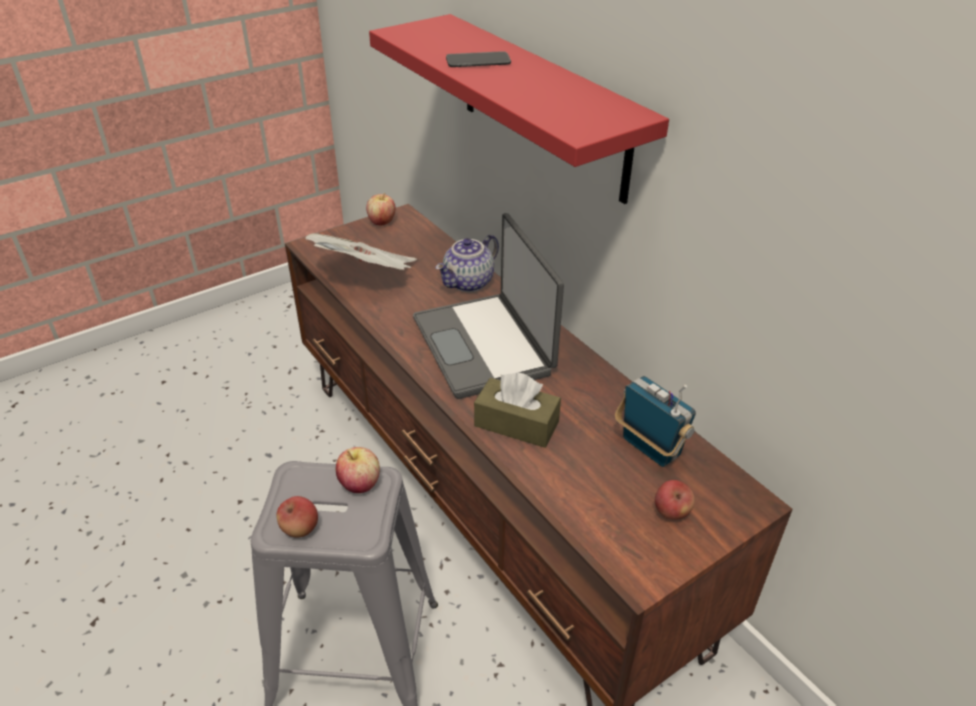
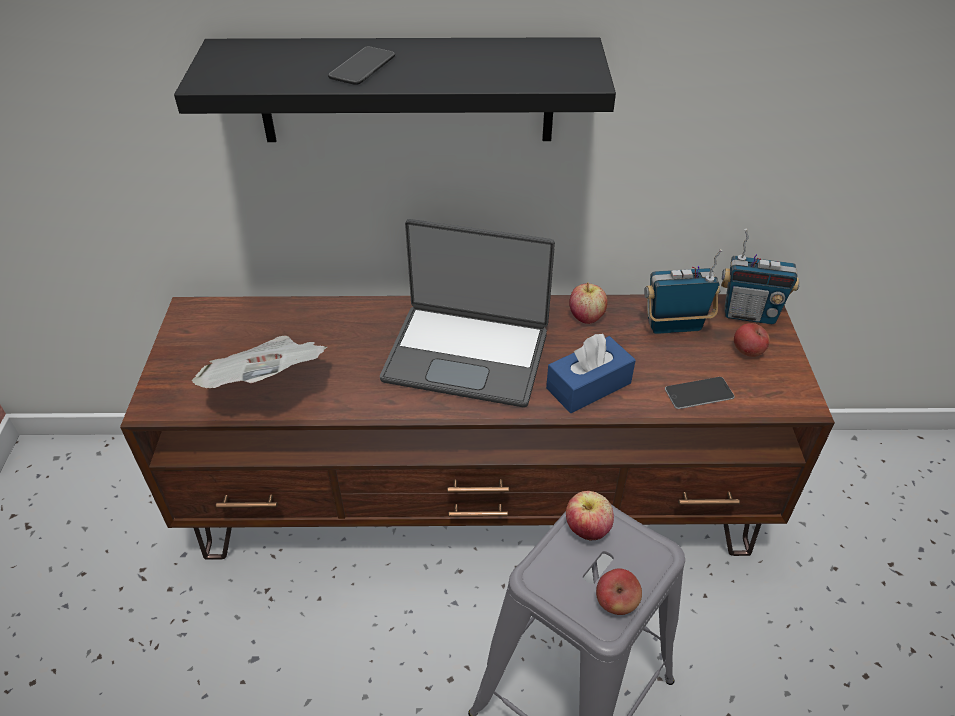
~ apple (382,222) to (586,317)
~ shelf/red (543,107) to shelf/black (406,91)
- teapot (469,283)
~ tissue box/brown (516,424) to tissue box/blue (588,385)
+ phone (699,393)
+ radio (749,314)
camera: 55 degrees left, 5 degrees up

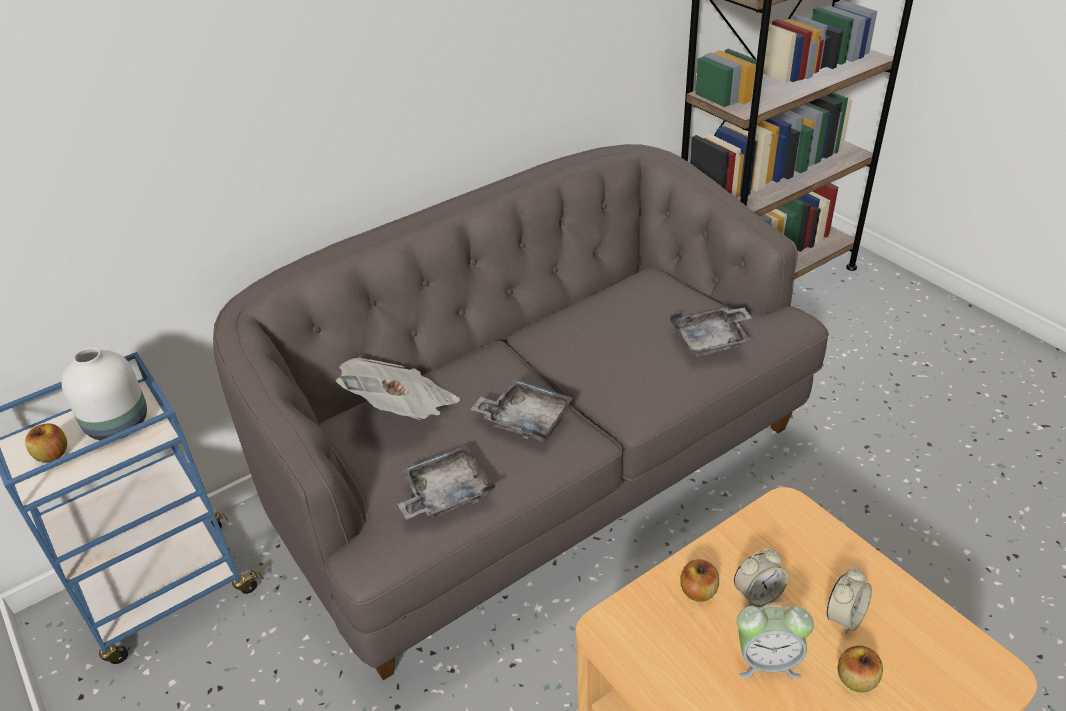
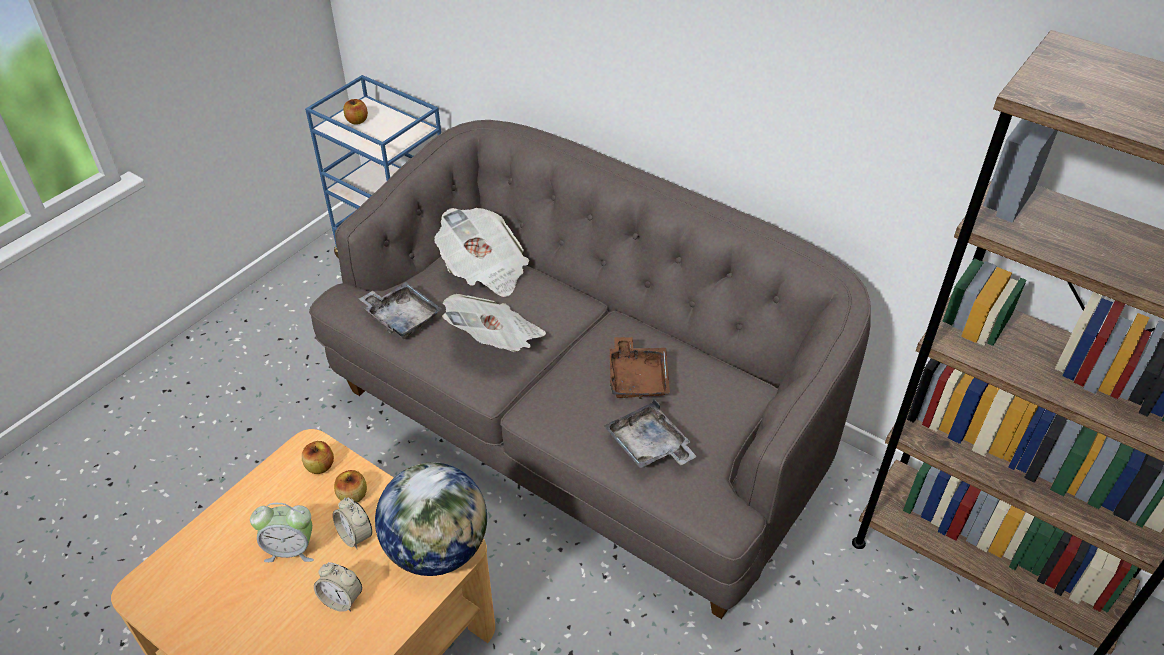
- vase/white (116,425)
~ tray/grey (525,419) to newspaper (496,341)
~ alarm clock (767,661) = (291,549) 75 degrees counterclockwise
~ apple (856,680) to (320,466)
+ globe (437,549)
+ tray/brown (637,378)
camera: 70 degrees right, 5 degrees up

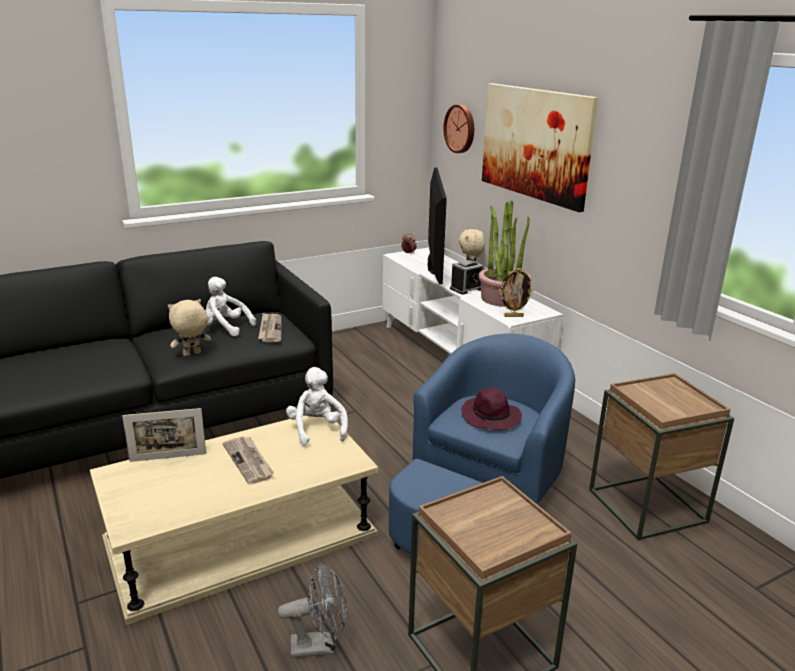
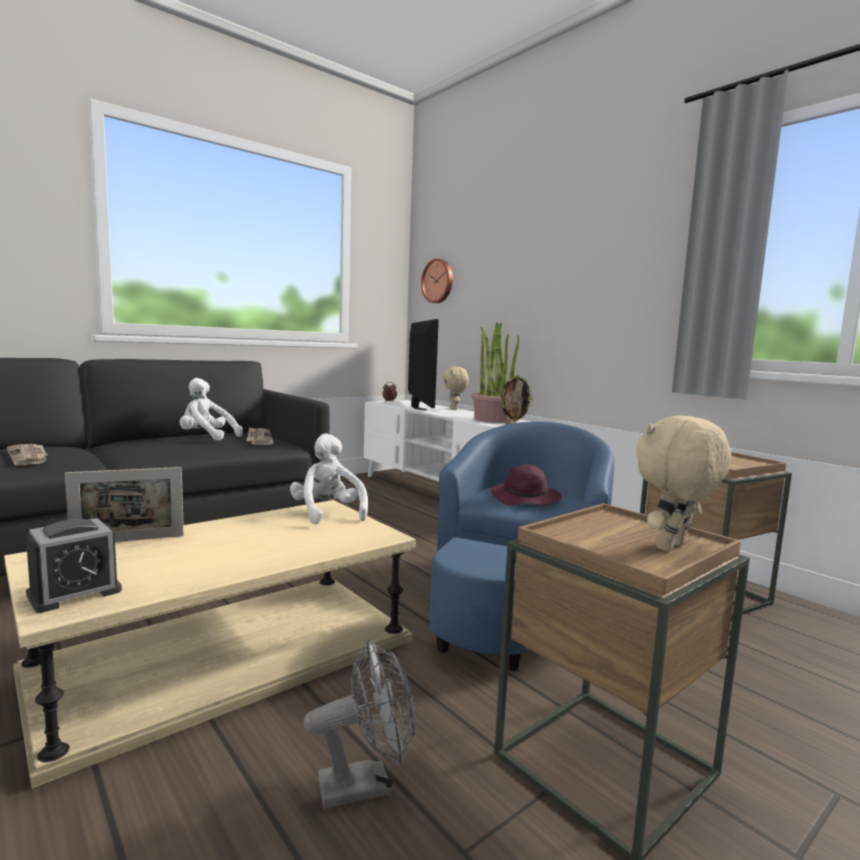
~ plush toy/beige (192,354) to (673,547)
~ newspaper (249,461) to (29,456)
~ alarm clock (466,289) to (74,593)
- picture (535,143)
camera: 10 degrees left, 15 degrees down

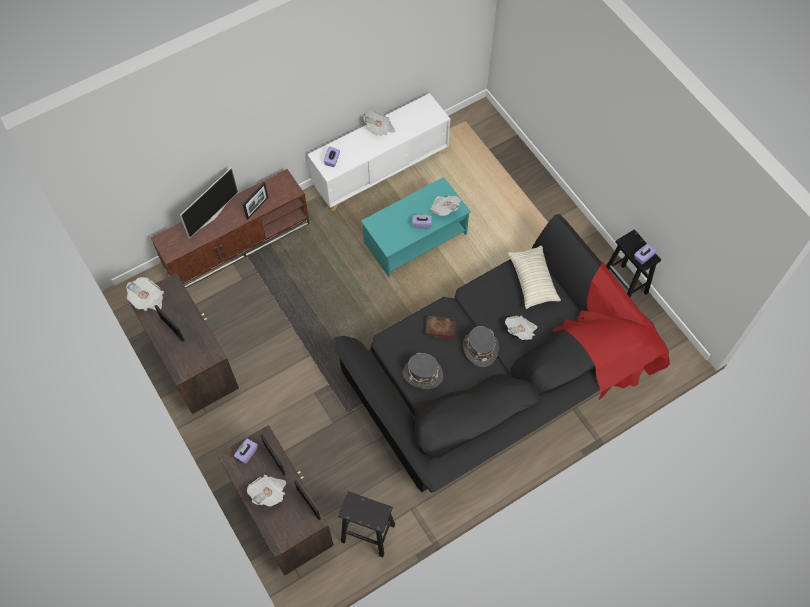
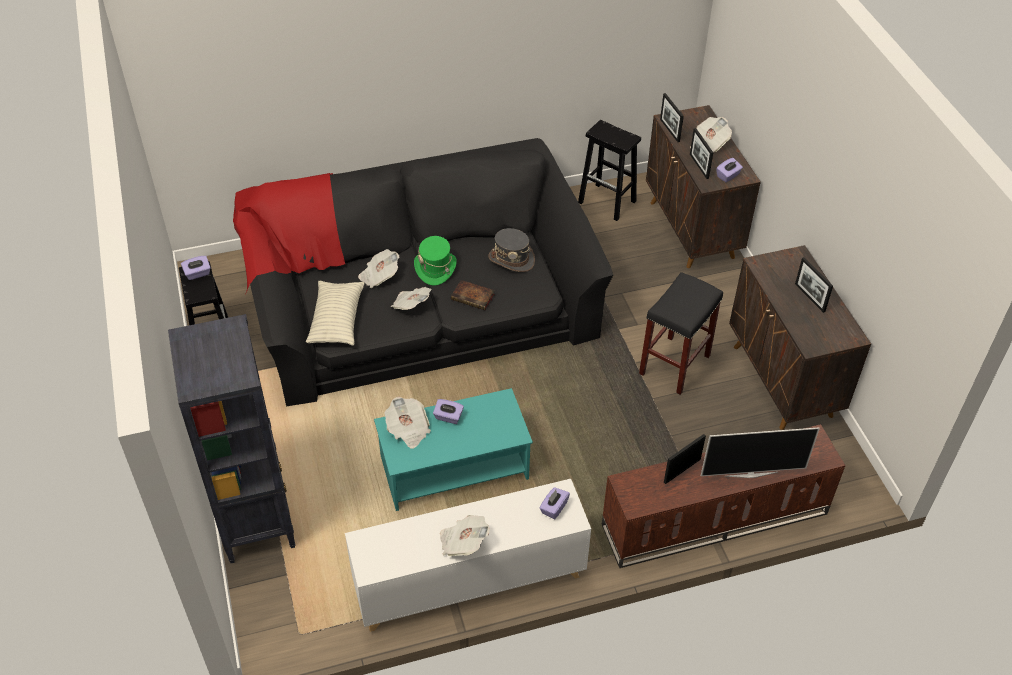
~ newspaper (148,299) to (411,305)
~ television (212,216) = (750,473) 150 degrees counterclockwise
~ hat/grey (480,349) to hat/green (435,268)
+ bookcase/black (257,520)
+ stool/black (674,365)
camera: 165 degrees left, 15 degrees down

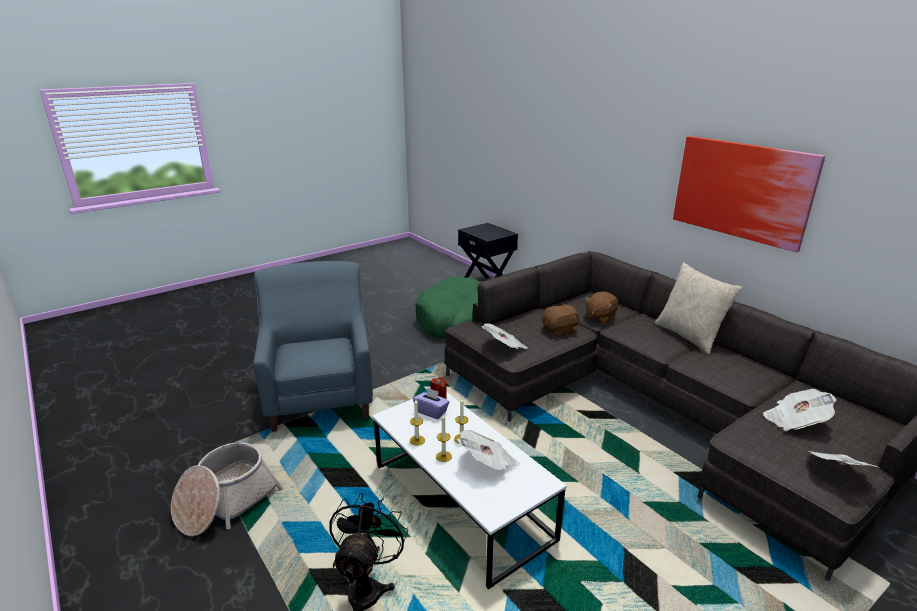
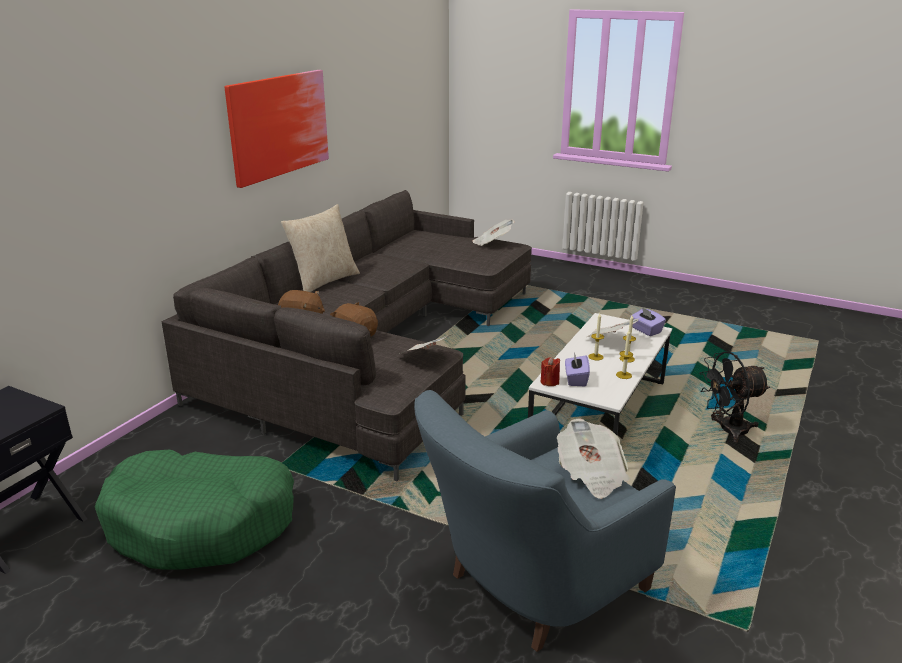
- basket (226,502)
~ newspaper (794,421) to (591,475)
+ tissue box/purple (646,330)
camera: 115 degrees left, 0 degrees up

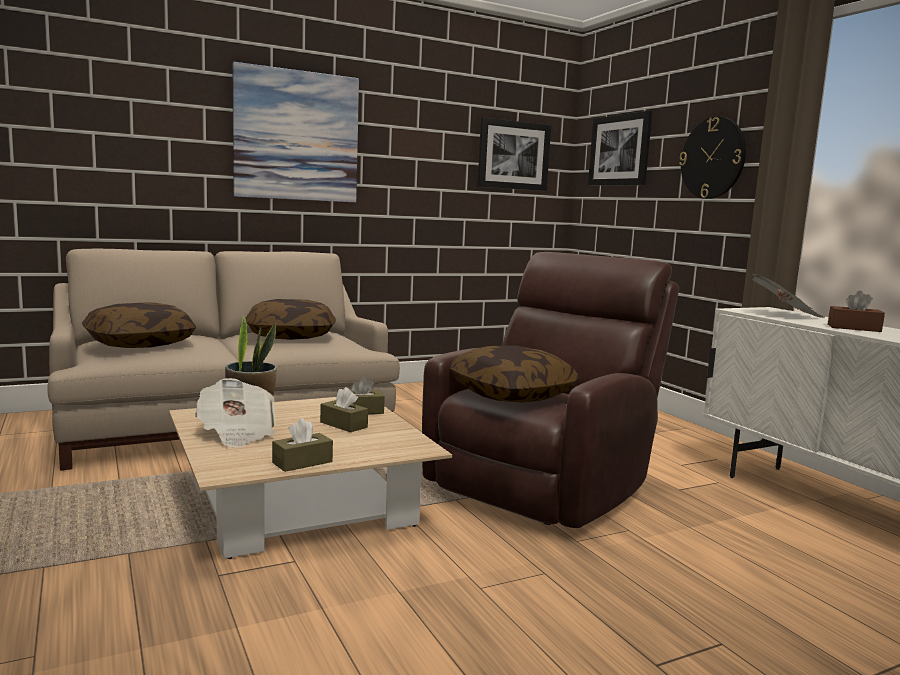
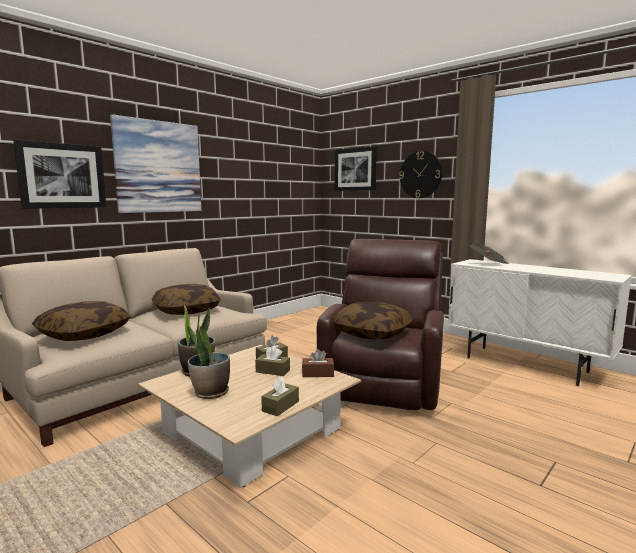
~ newspaper (237,434) to potted plant (210,393)
~ picture (513,155) to (62,176)
~ tissue box/brown (854,328) to (318,373)
camera: 20 degrees left, 0 degrees up

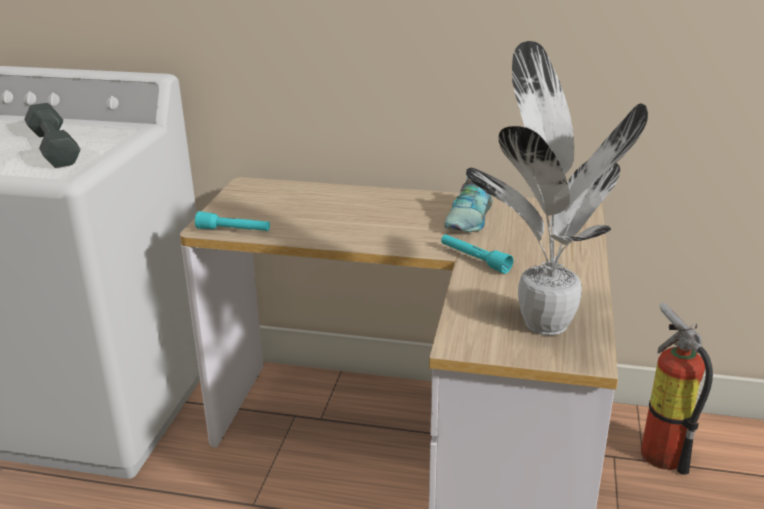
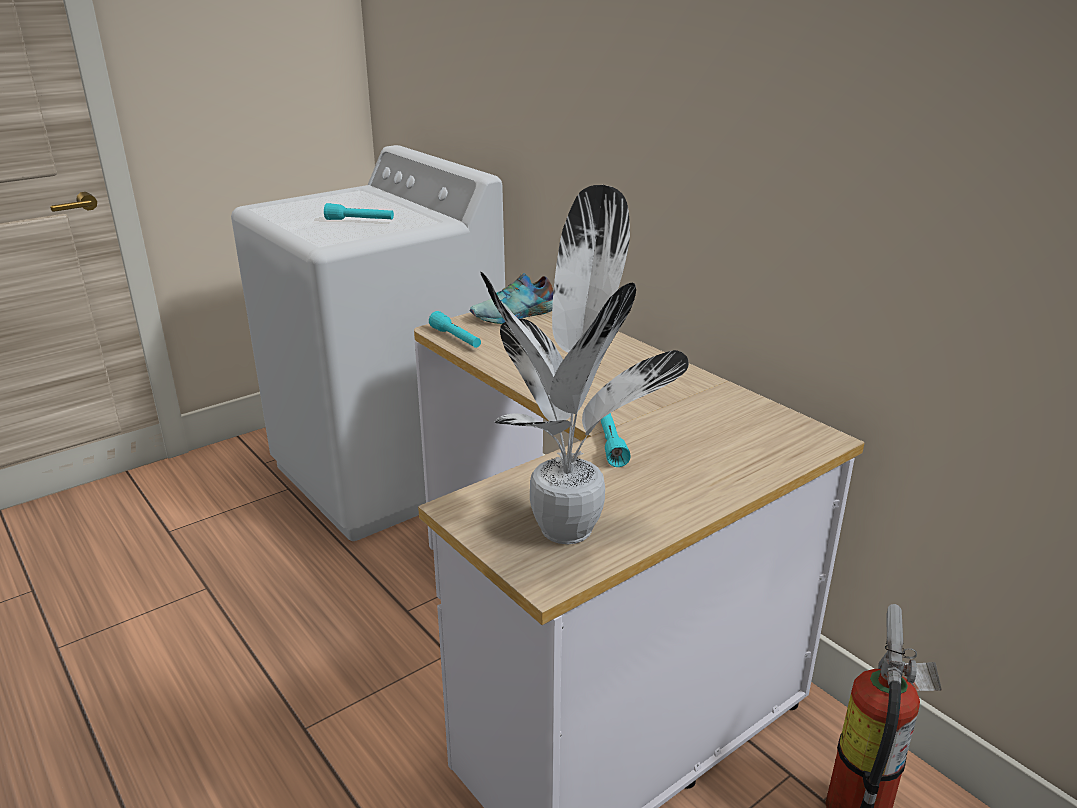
~ dumbbell/grey (54,147) to flashlight/turquoise (360,221)
~ shoe (471,218) to (515,315)
camera: 40 degrees right, 0 degrees up

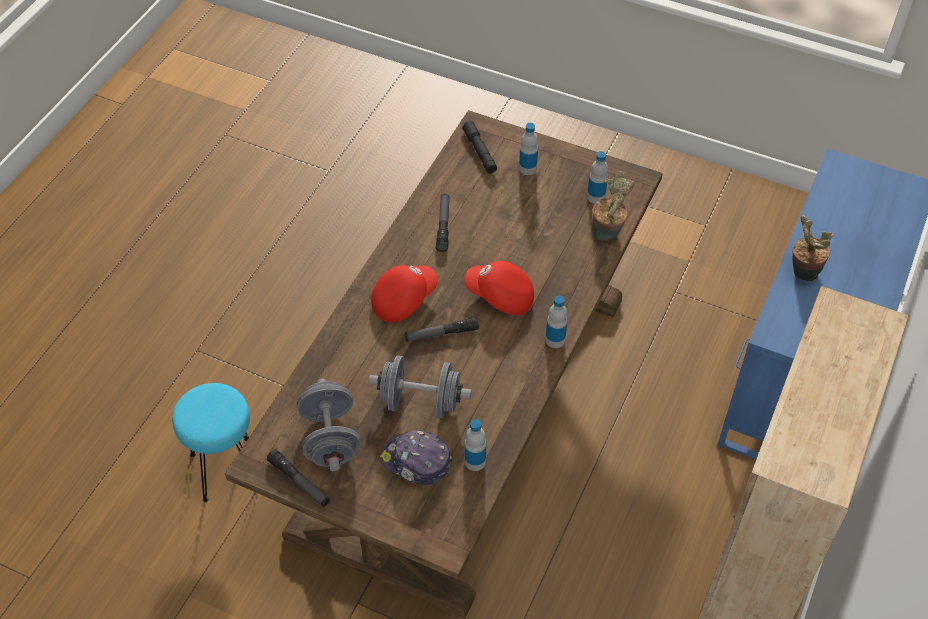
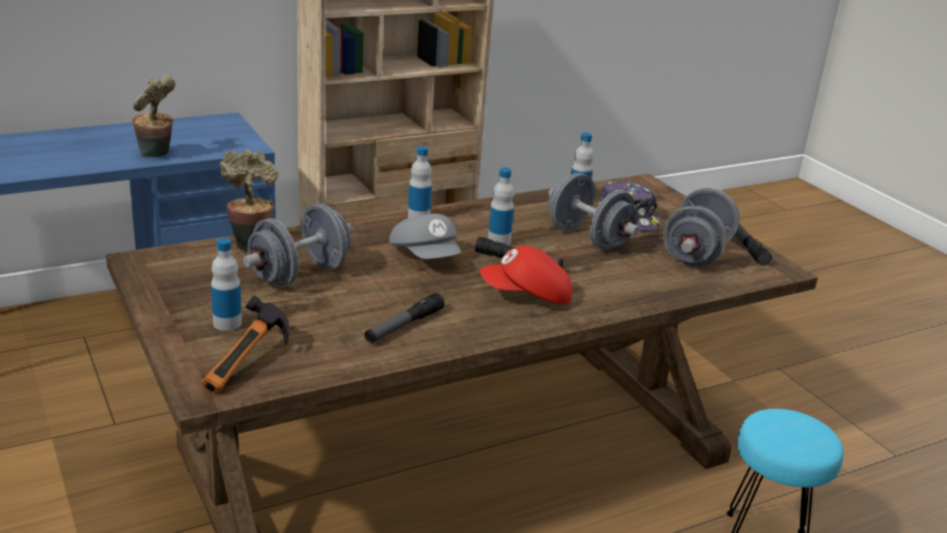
~ flashlight/black (479,152) to hammer (250,366)
~ cap/red (500,296) to cap/grey (426,256)
~ bottle (596,197) to (499,240)
+ dumbbell/grey (300,274)
camera: 145 degrees left, 25 degrees down

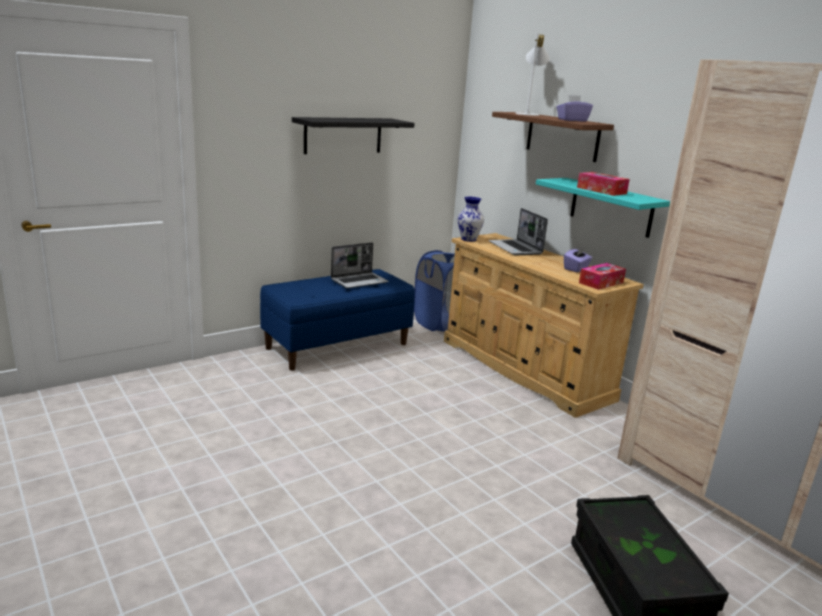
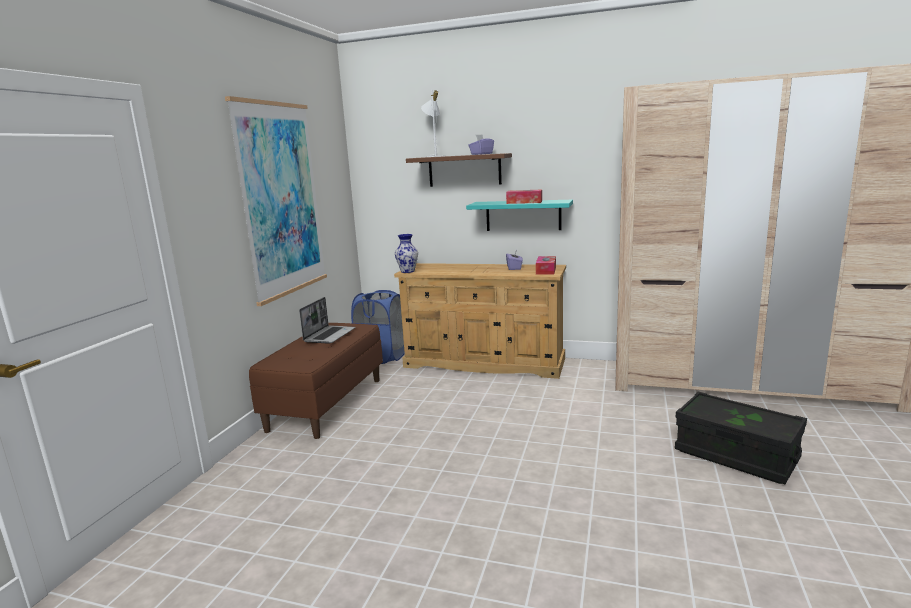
~ bench/blue (337,346) to bench/brown (326,403)
~ shelf/black (343,135) to picture (281,200)
- laptop (516,248)
camera: 35 degrees left, 5 degrees down

